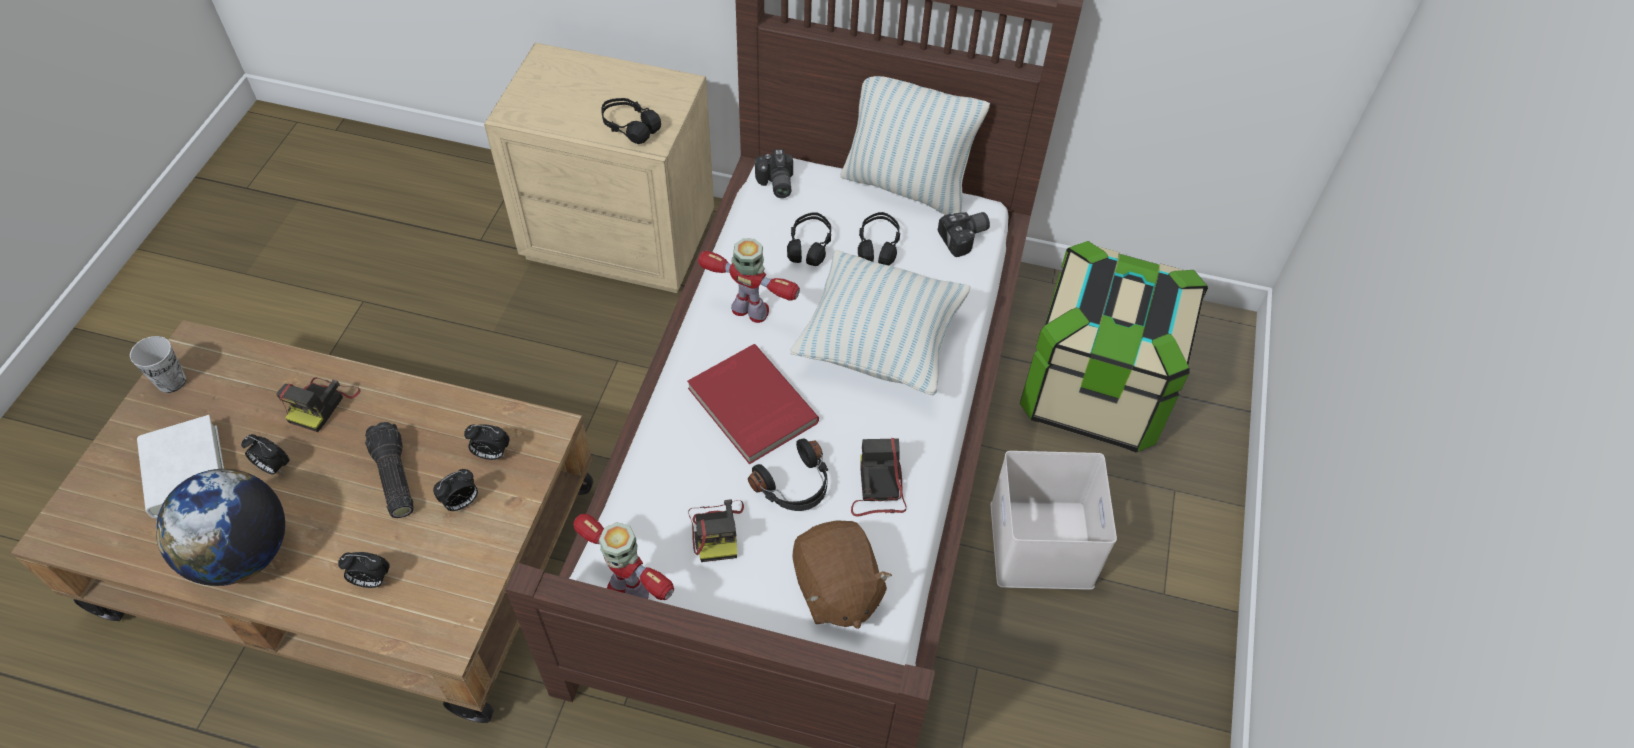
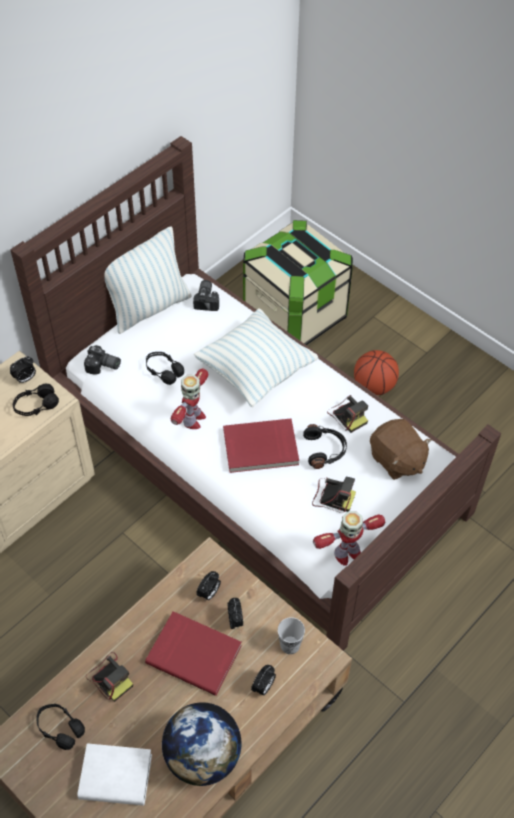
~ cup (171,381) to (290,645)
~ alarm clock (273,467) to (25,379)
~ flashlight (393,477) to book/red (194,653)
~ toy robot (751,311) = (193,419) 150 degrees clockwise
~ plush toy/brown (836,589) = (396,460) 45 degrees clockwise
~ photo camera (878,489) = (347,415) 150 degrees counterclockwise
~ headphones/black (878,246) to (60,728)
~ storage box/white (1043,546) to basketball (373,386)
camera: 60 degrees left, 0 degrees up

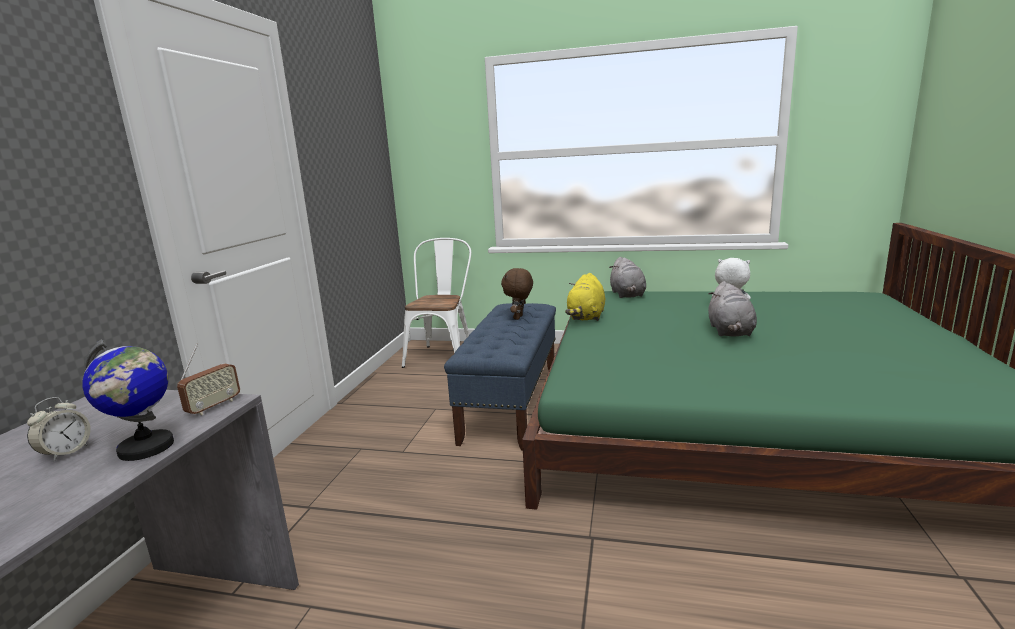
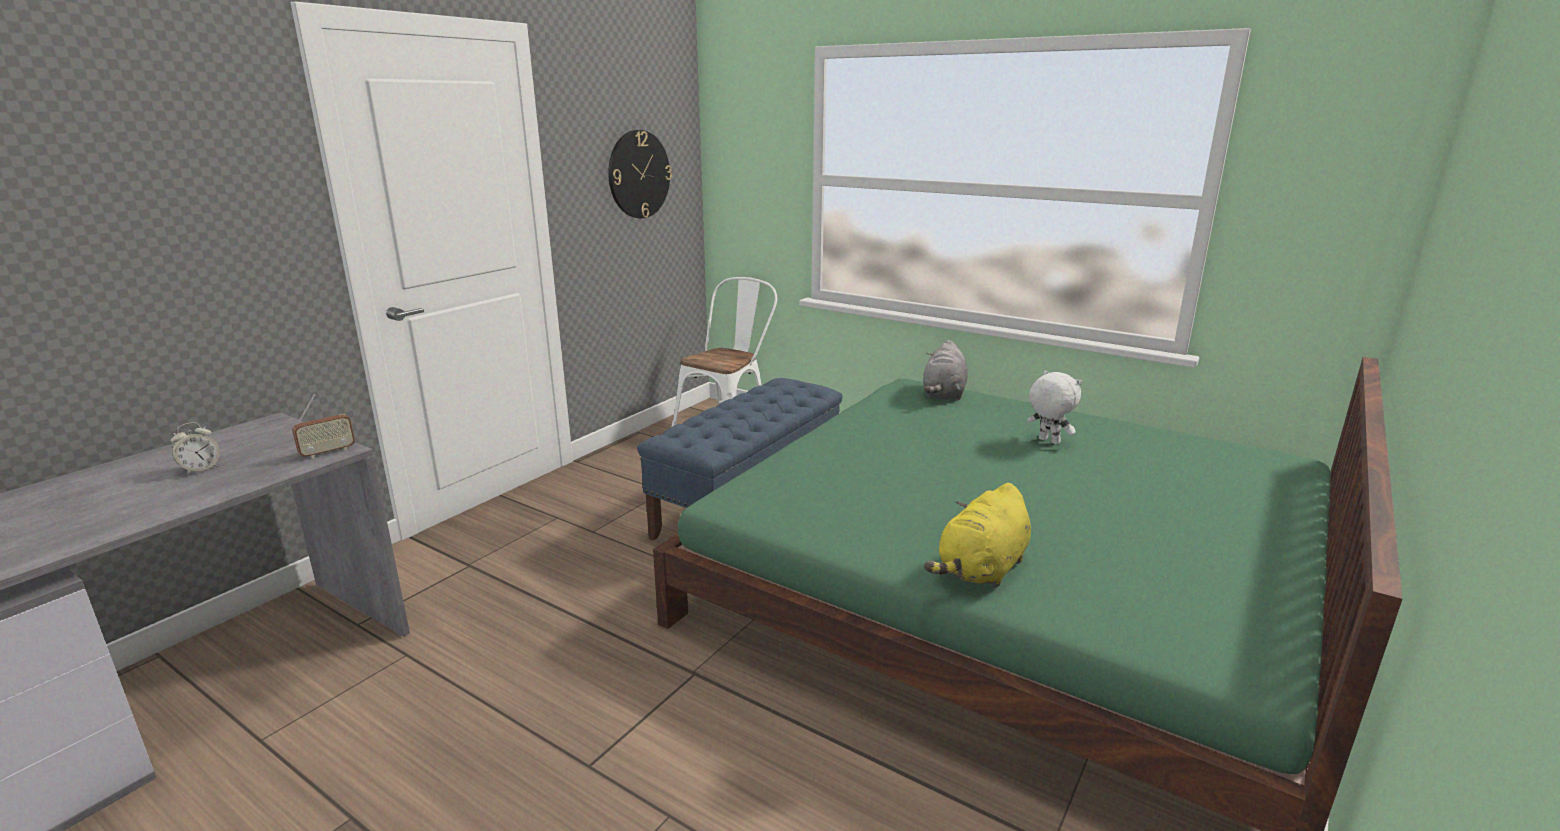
- globe (146,448)
- plush toy/brown (519,317)
~ plush toy/yellow (586,317) to (981,569)
- plush toy/grey (730,332)
+ wall clock (639,174)
camera: 20 degrees right, 5 degrees up

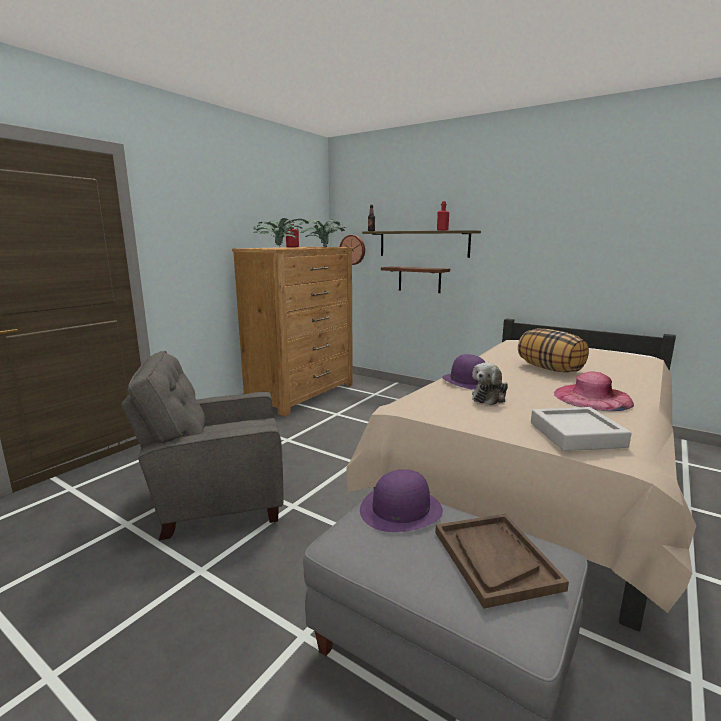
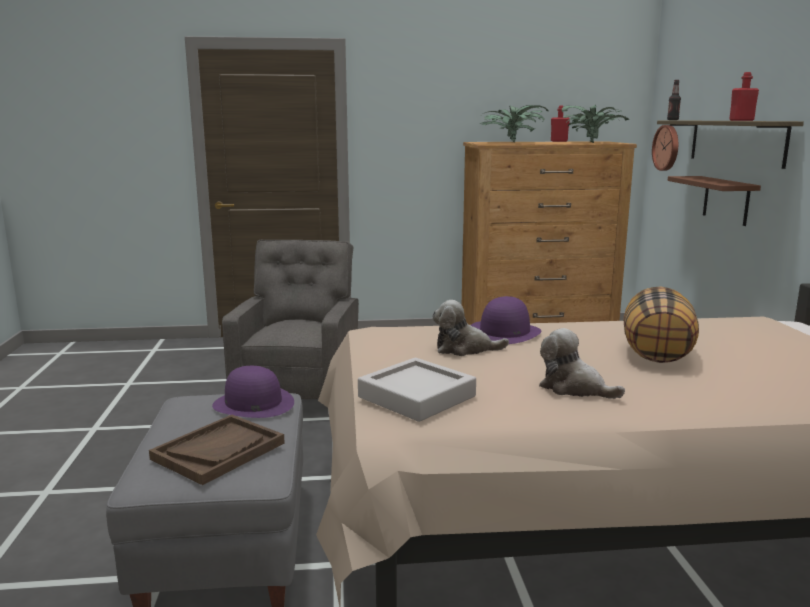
~ armchair/grey (218,501) = (300,391) 60 degrees clockwise
~ hat/pink (592,397) to plush toy (574,388)
camera: 50 degrees right, 0 degrees up

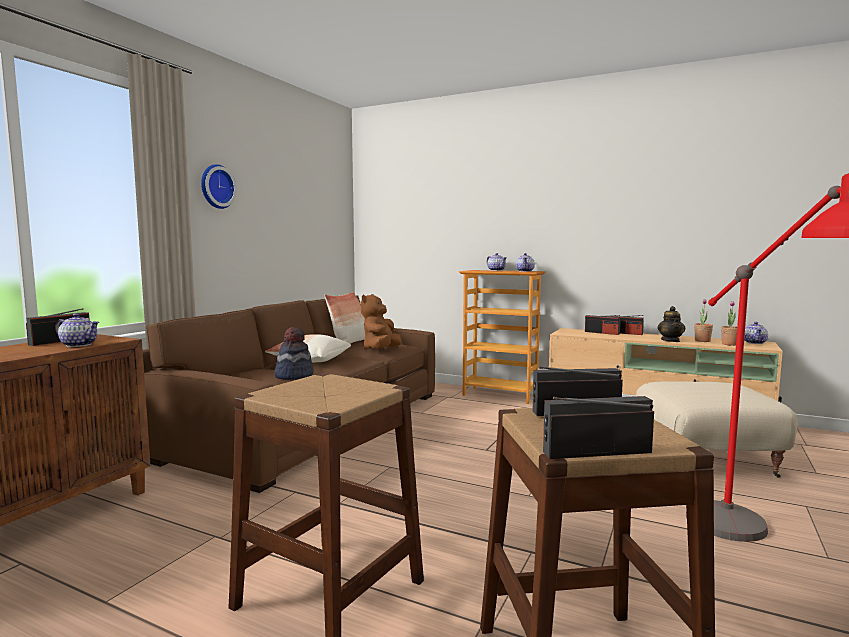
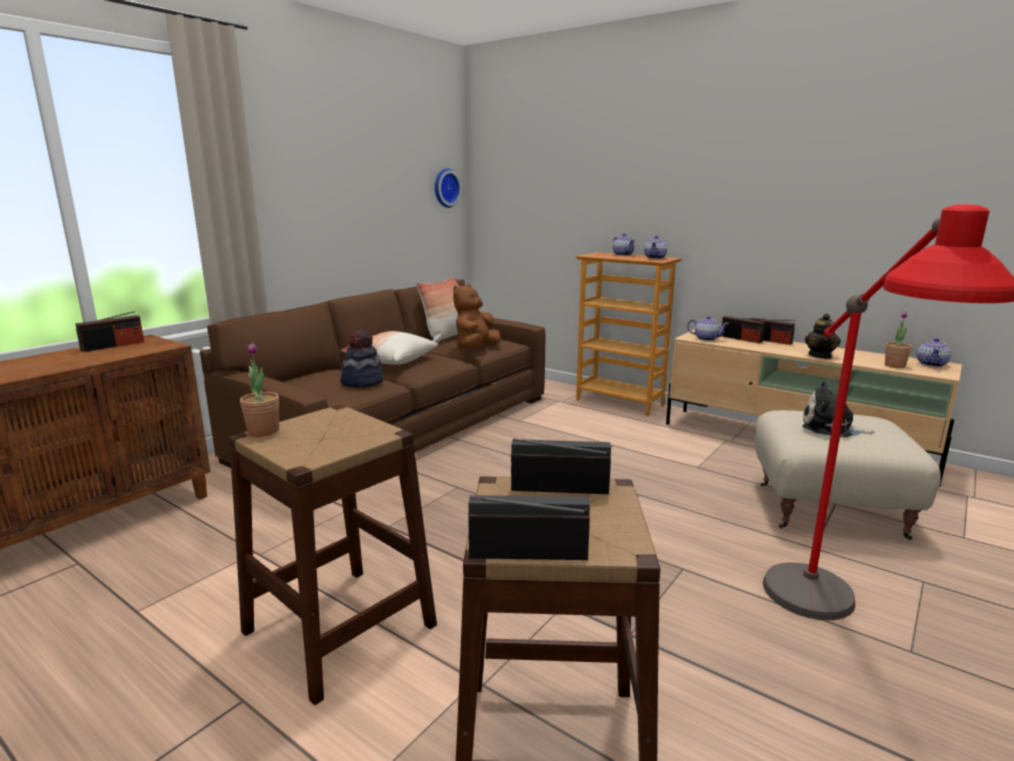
~ teapot (79,345) to (706,338)
~ wall clock (216,186) to (445,188)
~ potted plant (702,341) to (263,431)
+ plush toy (830,428)
camera: 10 degrees right, 10 degrees up

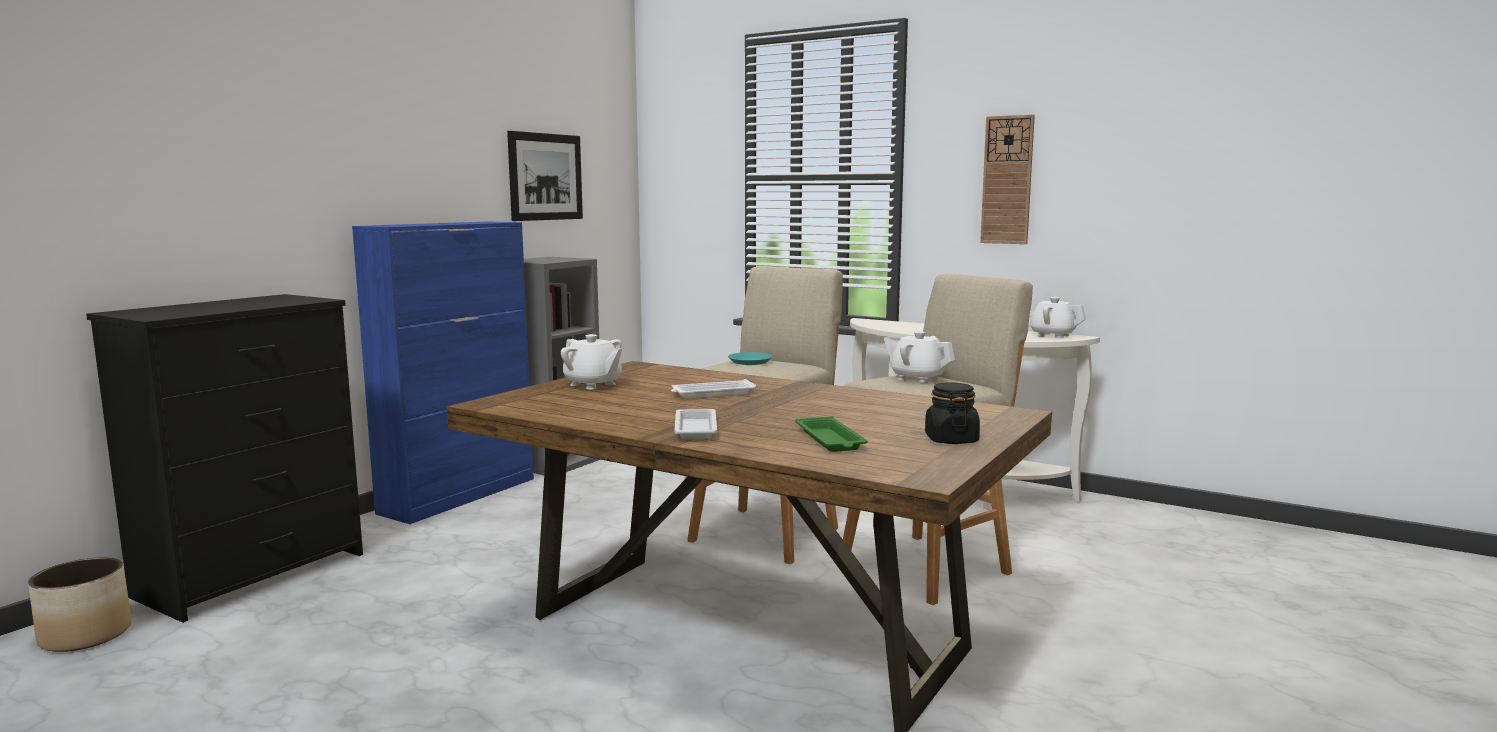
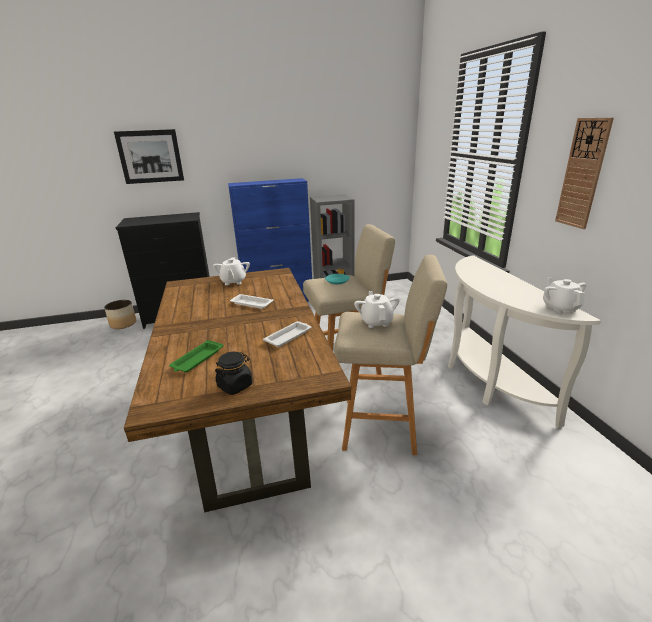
~ picture (545,177) to (150,156)
~ tray/white (695,428) to (289,336)
camera: 45 degrees right, 15 degrees up

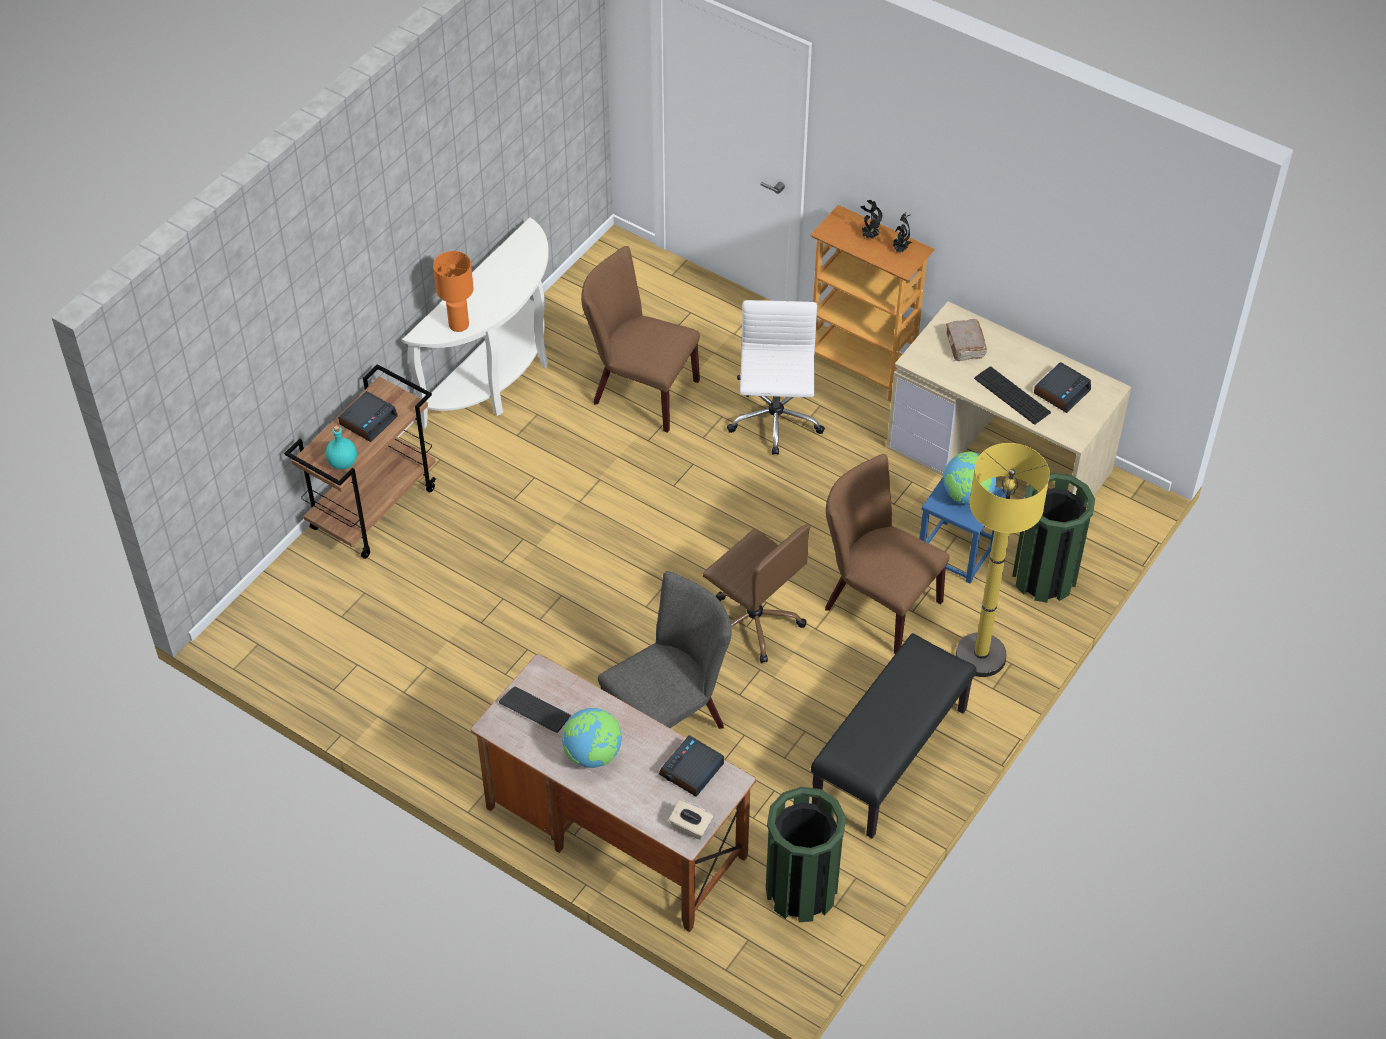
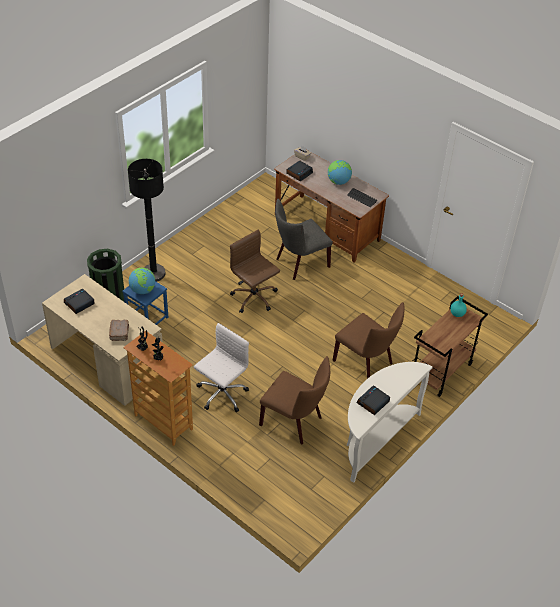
~ alarm clock (368,420) to (373,403)
- table lamp/orange (458,325)
~ office chair/white (775,422) = (221,394) 150 degrees counterclockwise
- trash can/green (801,890)
- bench/black (890,758)
~ chair/brown (875,603) to (366,363)
~ floor lamp/yellow (980,656) to floor lamp/black (153,273)
- keyboard (1012,395)
camera: 175 degrees left, 5 degrees down

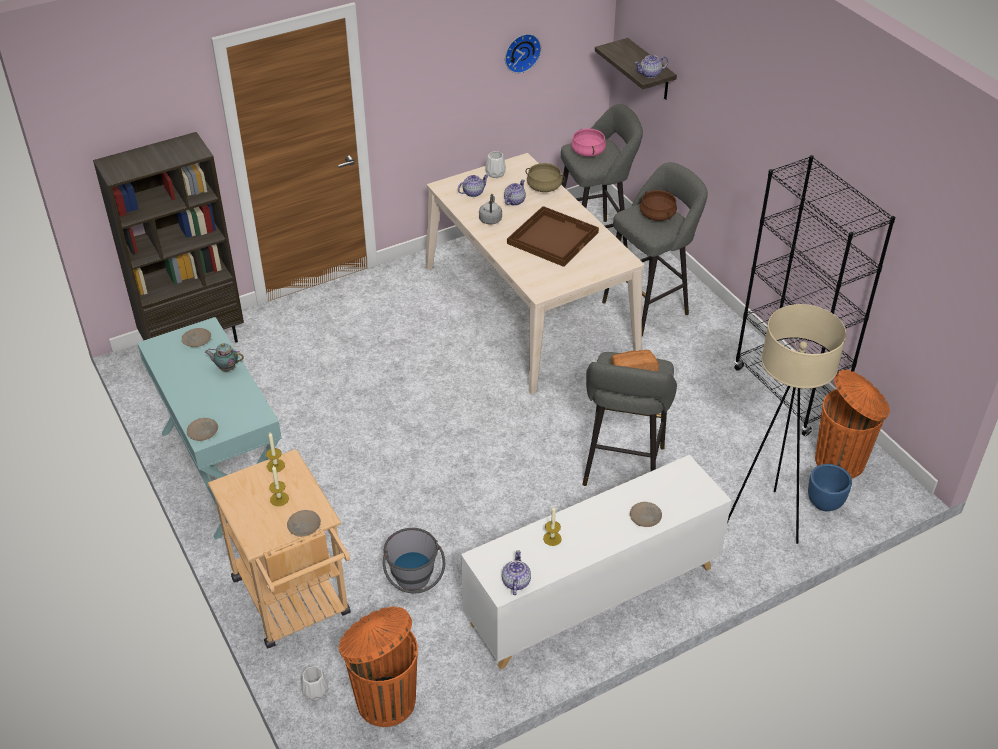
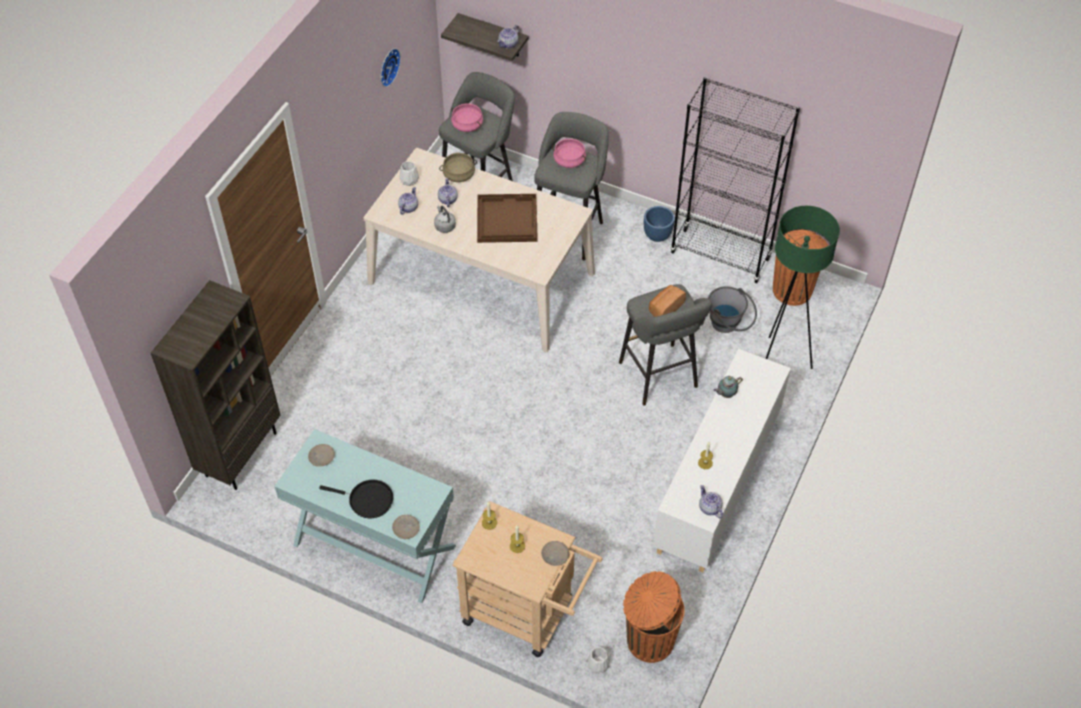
~ teapot (226,368) to (725,394)
~ bucket/grey (414,582) to (729,325)
- plate/beige (645,517)
~ cooking pot/brown (657,215) to cooking pot/pink (569,161)
~ floor lamp/beige (764,519) to floor lamp/green (779,362)
~ planter/blue (824,503) to (657,235)
+ frying pan/black (367,500)
camera: 35 degrees left, 10 degrees up

